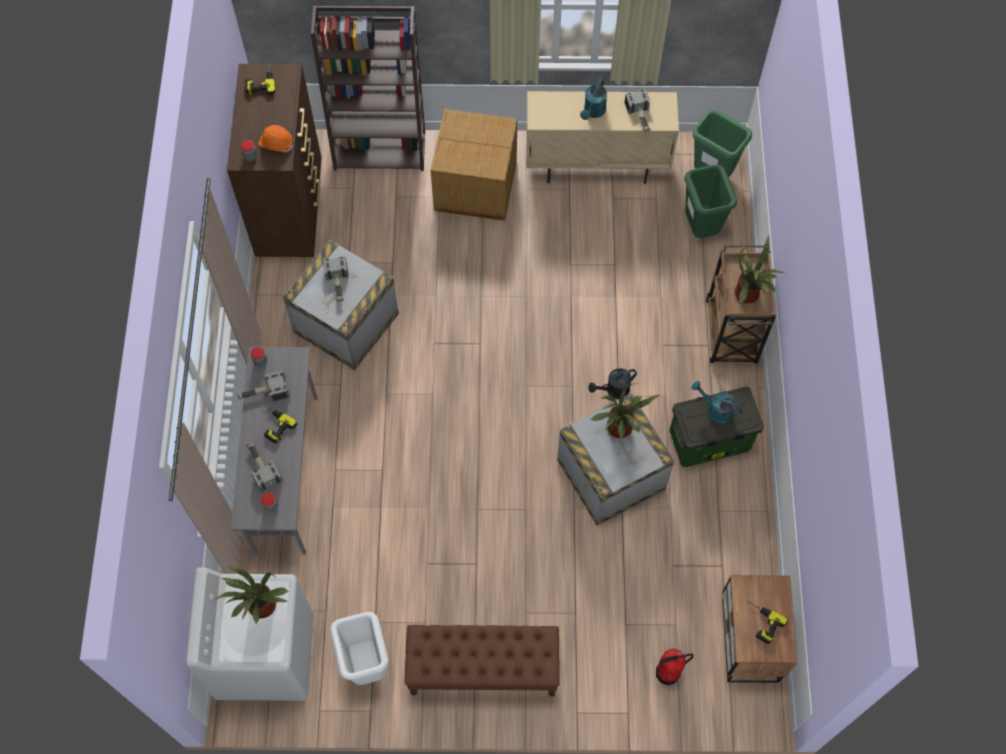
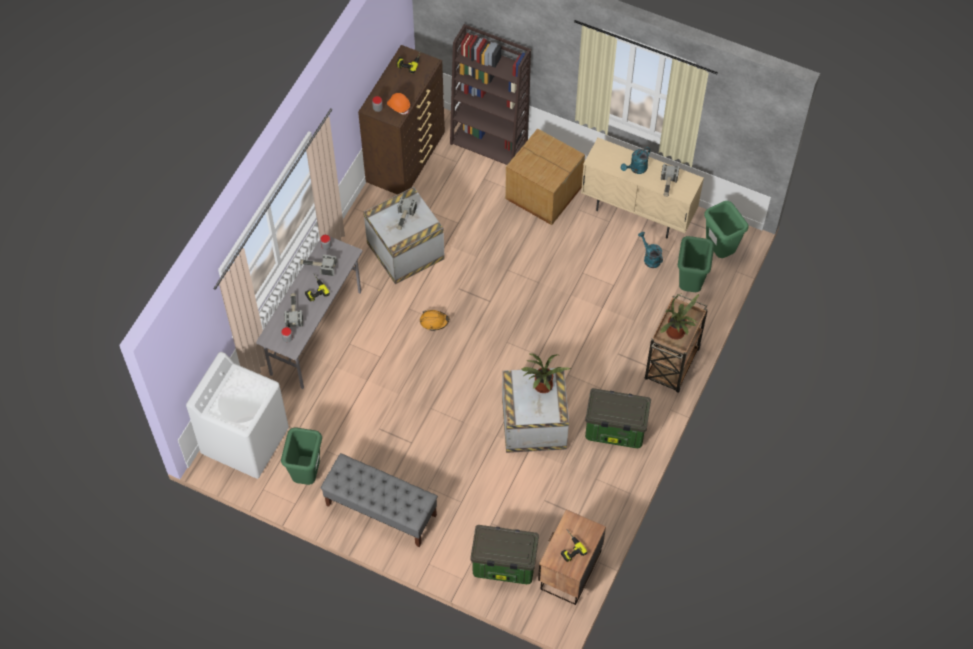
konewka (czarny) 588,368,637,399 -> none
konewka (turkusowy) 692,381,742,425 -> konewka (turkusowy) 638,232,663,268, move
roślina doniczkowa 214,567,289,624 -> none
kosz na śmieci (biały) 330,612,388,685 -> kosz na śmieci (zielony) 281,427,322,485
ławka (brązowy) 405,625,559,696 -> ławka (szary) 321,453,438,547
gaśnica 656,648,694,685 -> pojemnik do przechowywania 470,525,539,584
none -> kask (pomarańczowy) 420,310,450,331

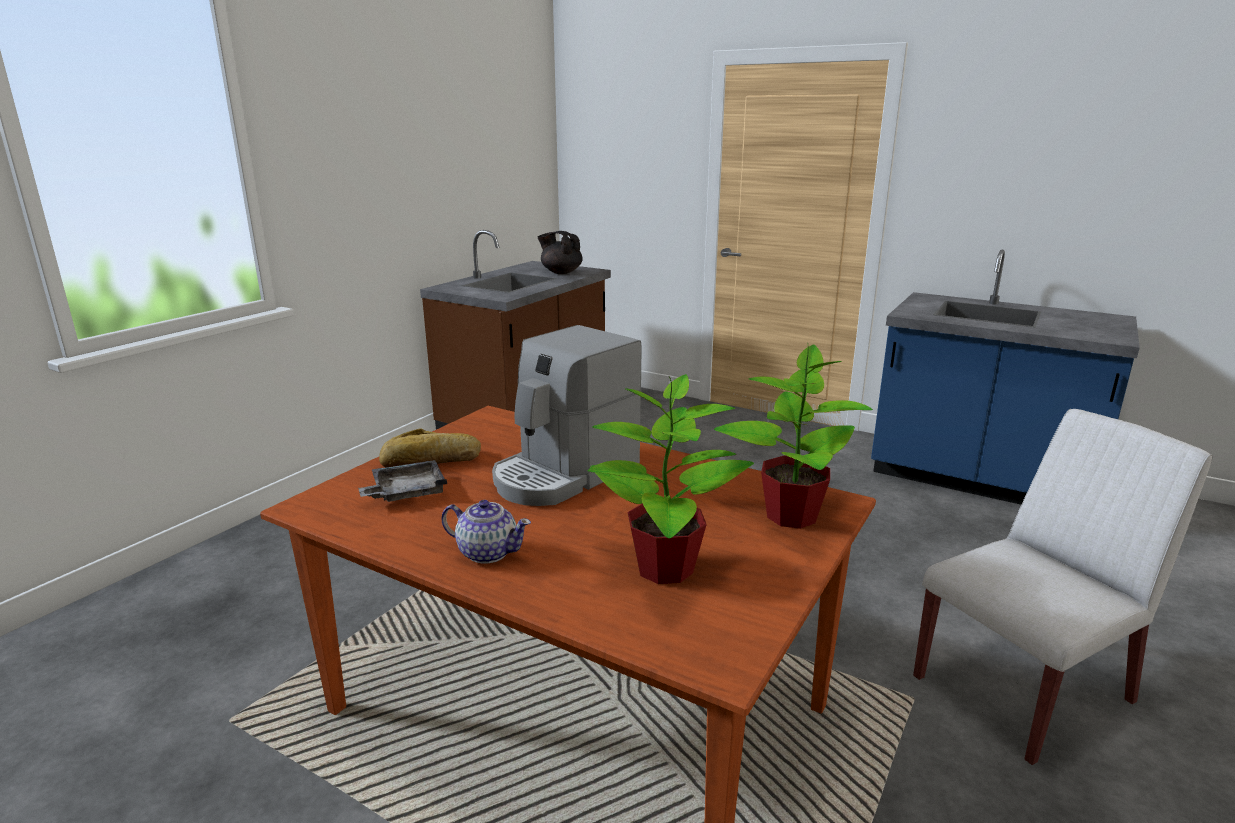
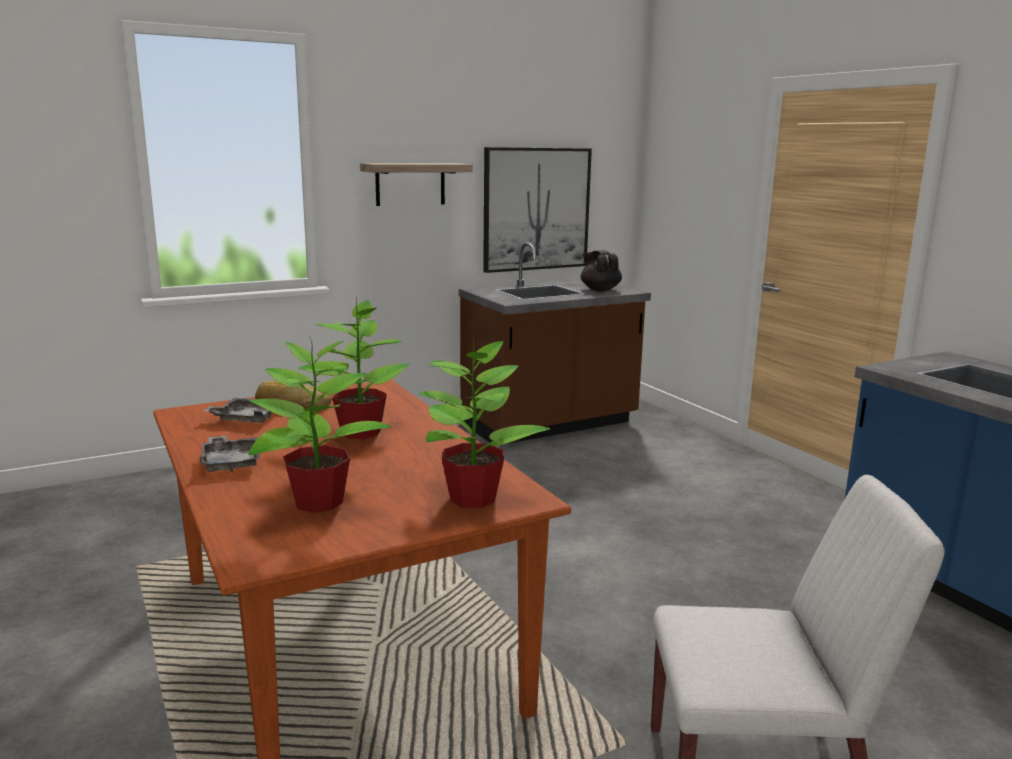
ekspres do kawy 492,325,642,506 -> roślina doniczkowa 298,298,410,439
imbryk 441,500,531,564 -> taca (szary) 199,436,260,472
none -> obraz 483,147,592,273
none -> półka 360,163,473,206

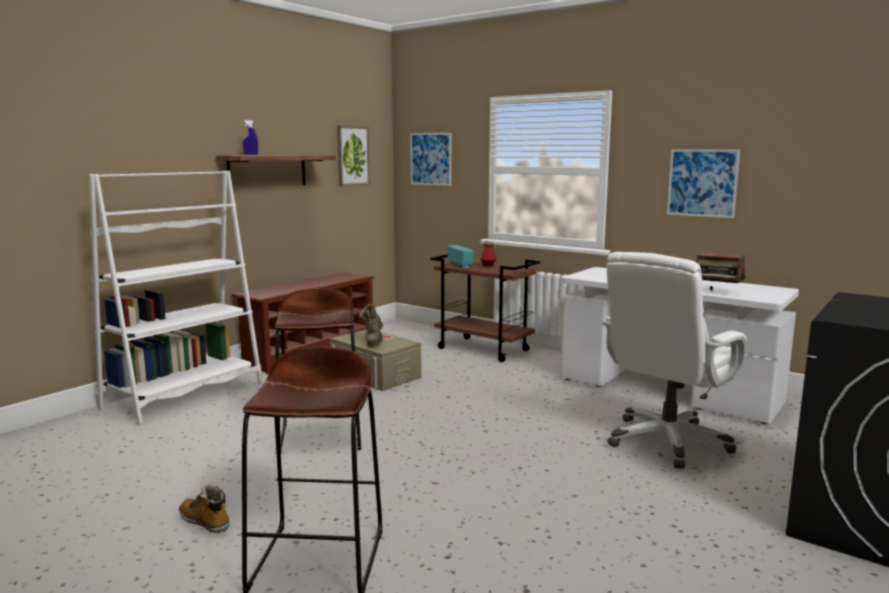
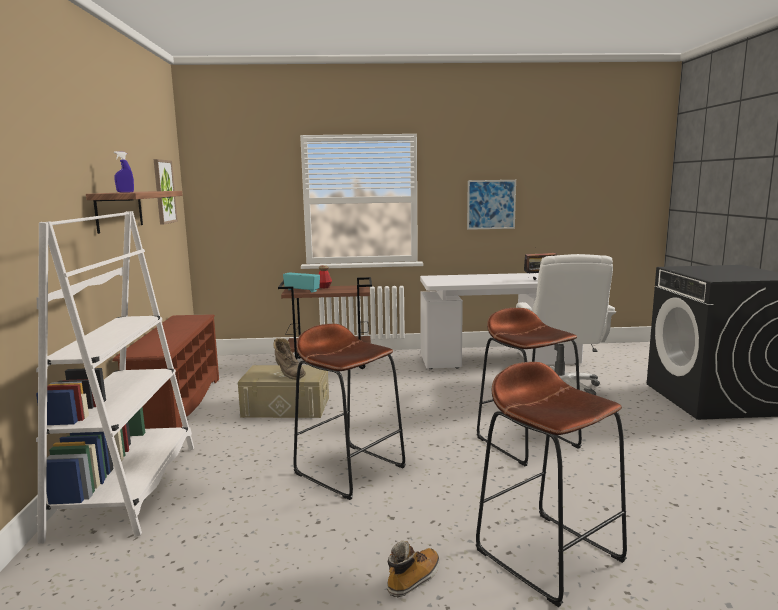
obraz 410,133,451,186 -> none
but z cholewką 179,484,230,533 -> but z cholewką 387,541,439,598, 135 degrees clockwise
none -> stołek (brązowy) 477,308,582,466

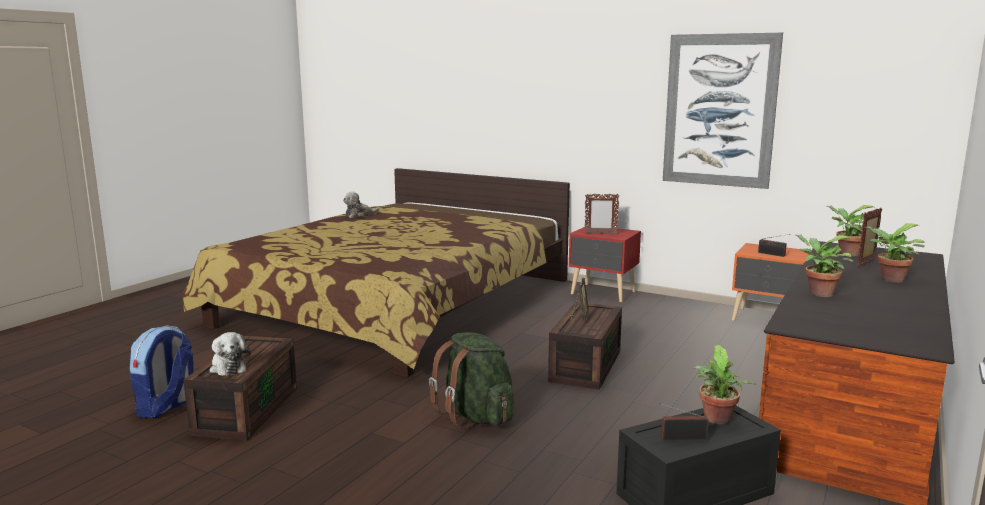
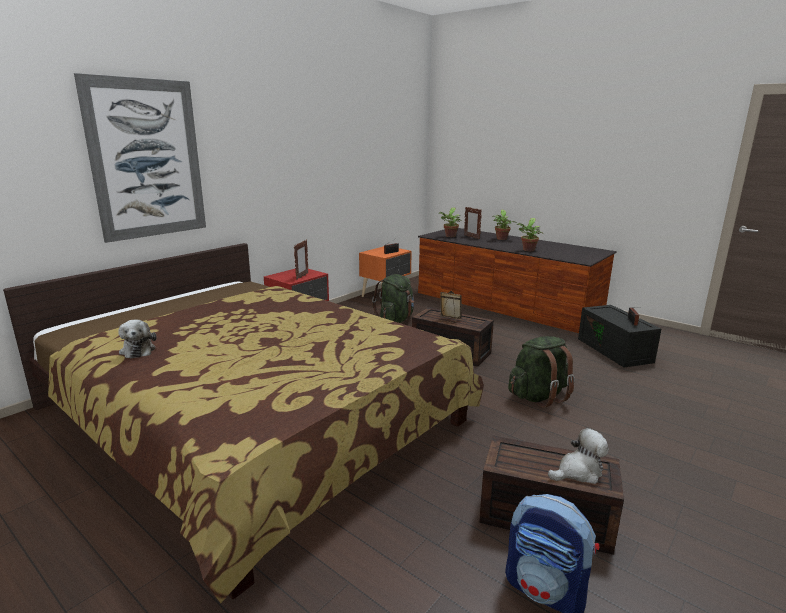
obraz 663,33,783,189 -> obraz 74,73,206,243, move
roślina doniczkowa 693,345,756,424 -> none
none -> plecak (zielony) 372,274,414,323

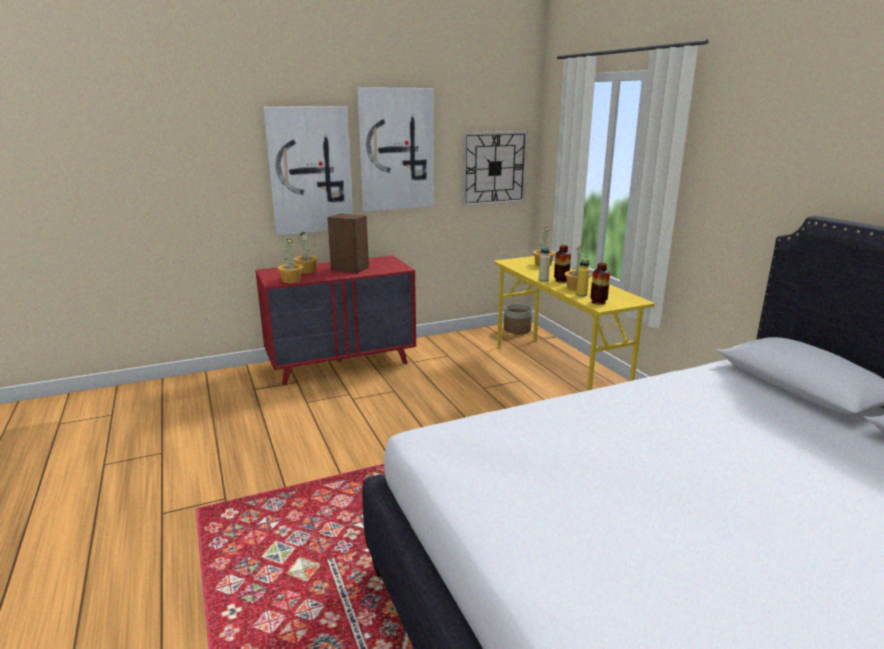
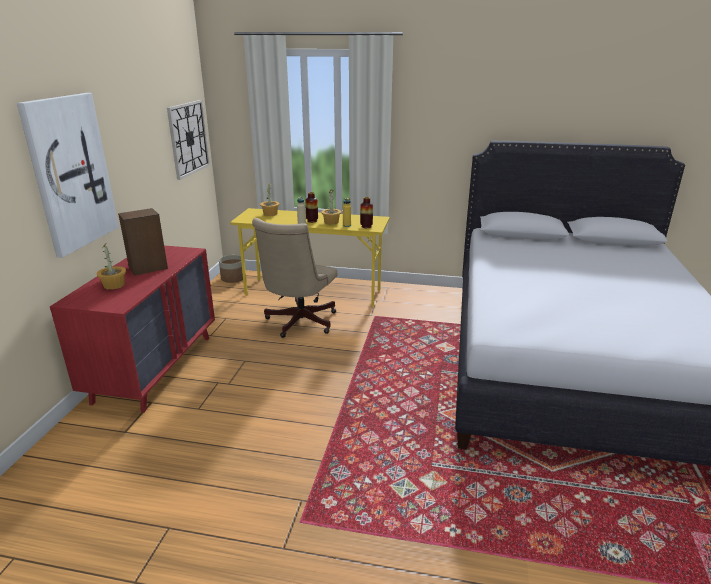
obraz 357,87,434,212 -> none
roślina doniczkowa 277,239,303,283 -> none
none -> krzesło biurowe (beżowy) 252,218,337,338

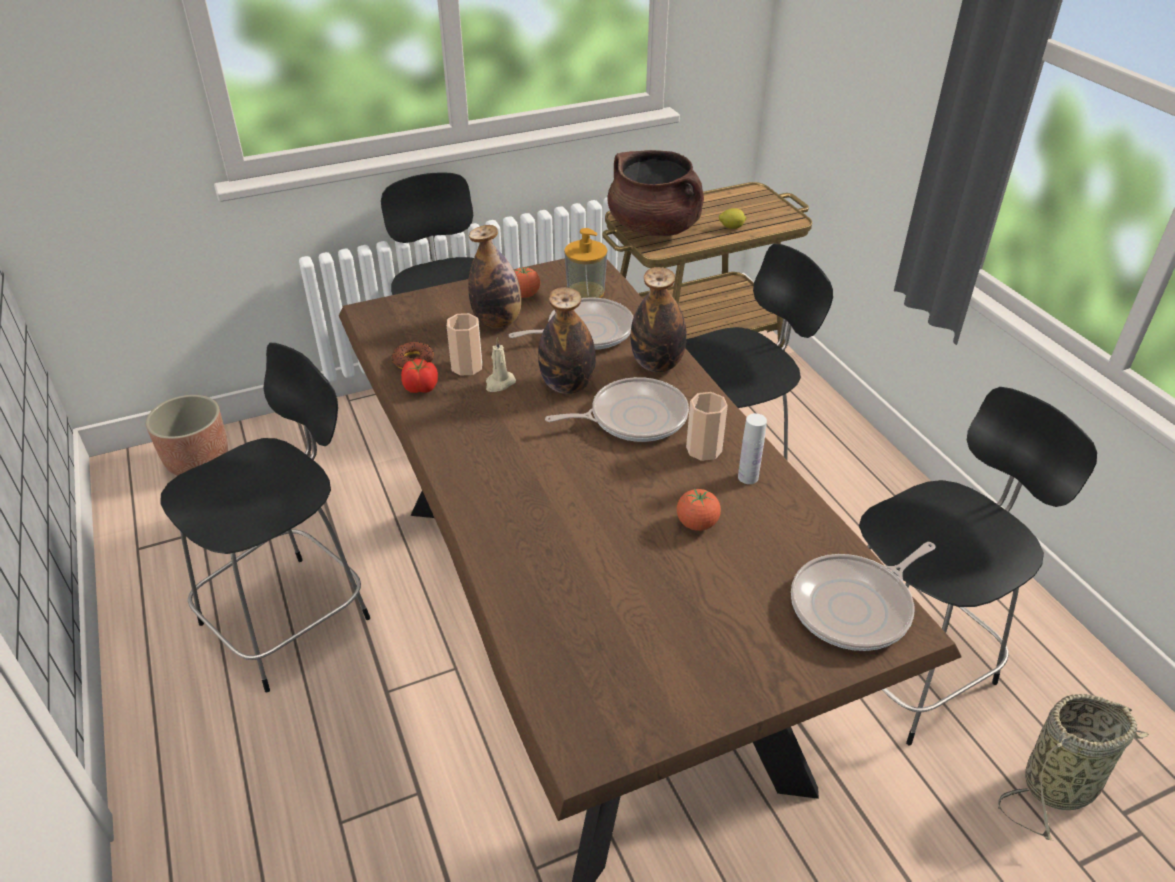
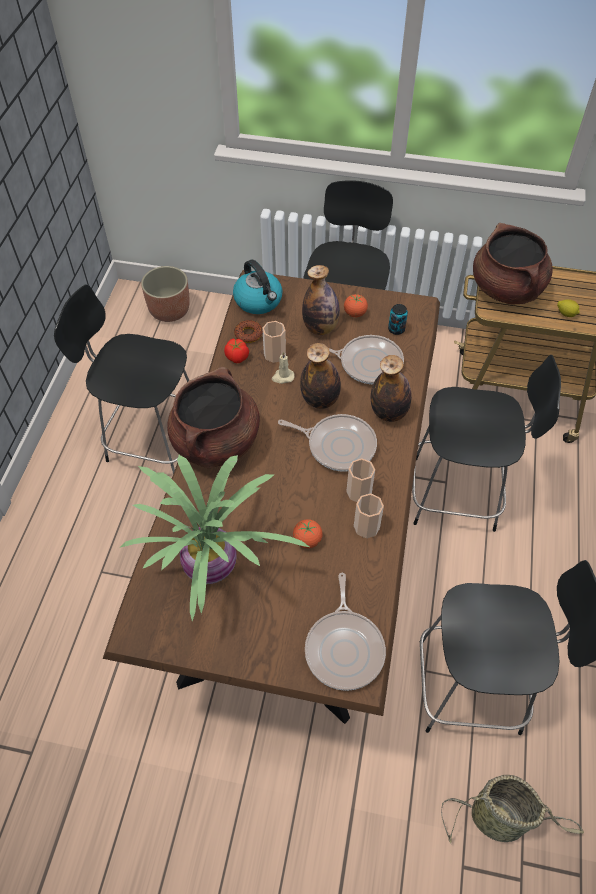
dozownik mydła 564,228,607,298 -> puszka 388,304,408,335
krzesło (czarny) 161,343,370,692 -> krzesło (czarny) 54,284,189,474, 150 degrees counterclockwise
butelka (biały) 738,413,767,484 -> filiżanka 354,493,384,538
patelnia 791,542,936,651 -> patelnia 305,573,386,691, 90 degrees counterclockwise
none -> czajnik 233,260,283,314
none -> garnek (brązowy) 167,367,260,468
none -> roślina doniczkowa 119,455,309,621

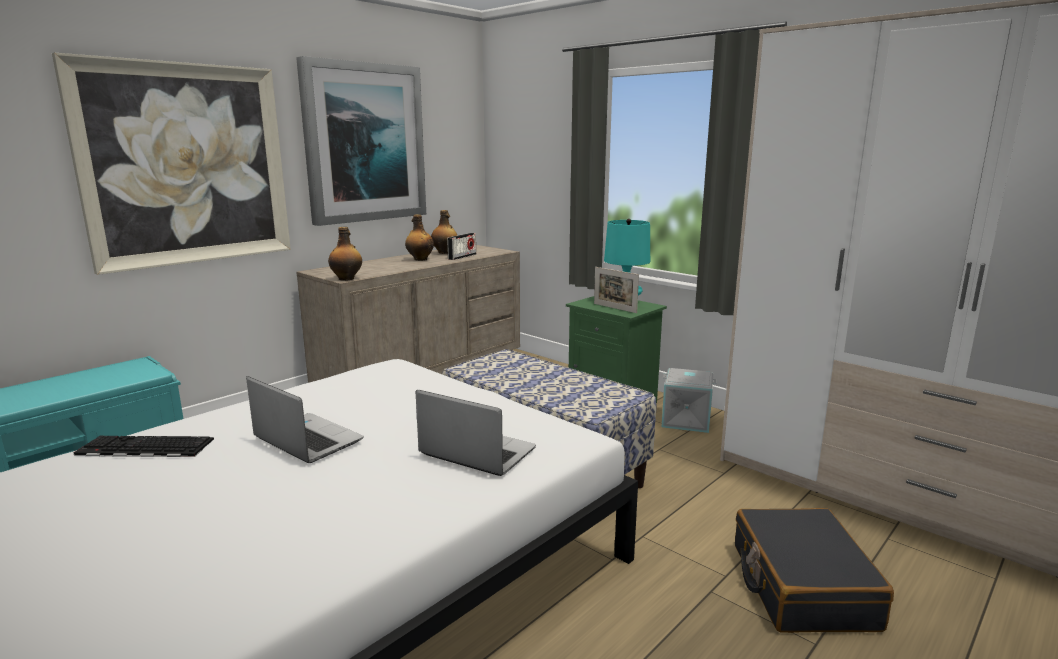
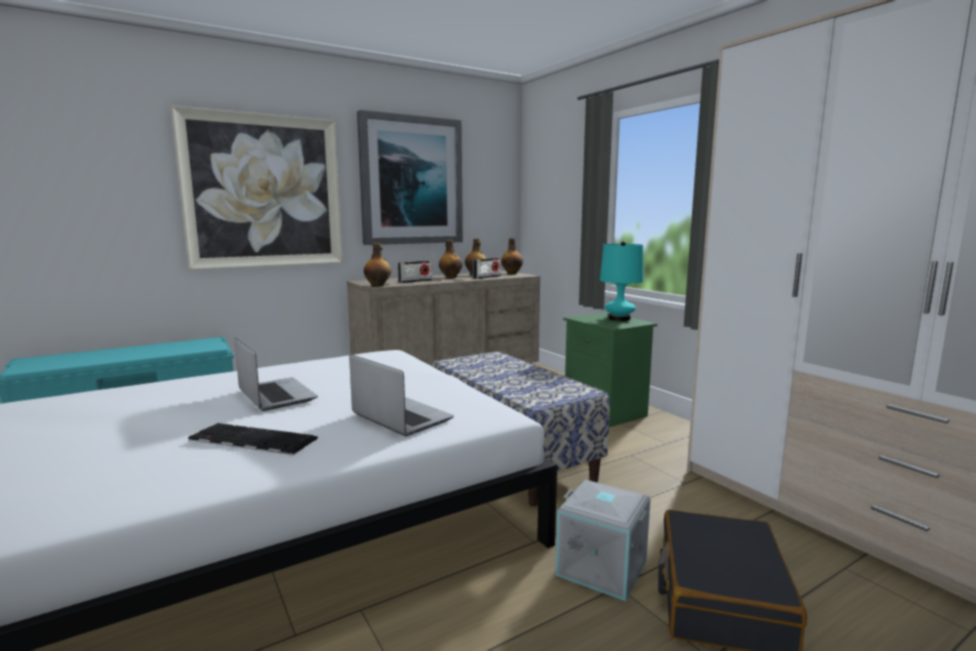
ramka na zdjęcie 594,267,639,313 -> none
pojemnik do przechowywania (szary) 662,368,716,433 -> pojemnik do przechowywania (szary) 555,480,651,601, move
klawiatura 74,436,214,457 -> klawiatura 188,423,318,455, move
none -> butelka 501,238,523,274
none -> radio 398,261,432,283

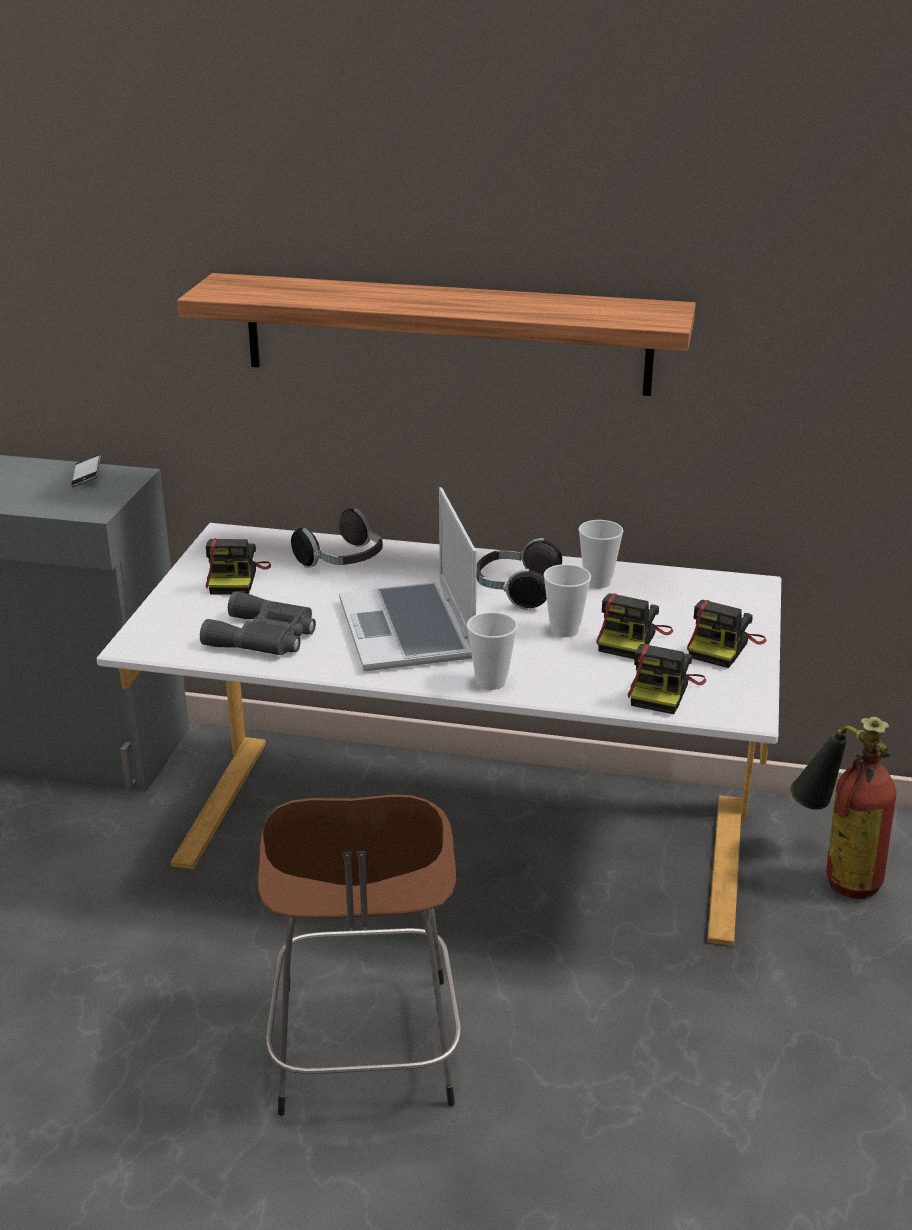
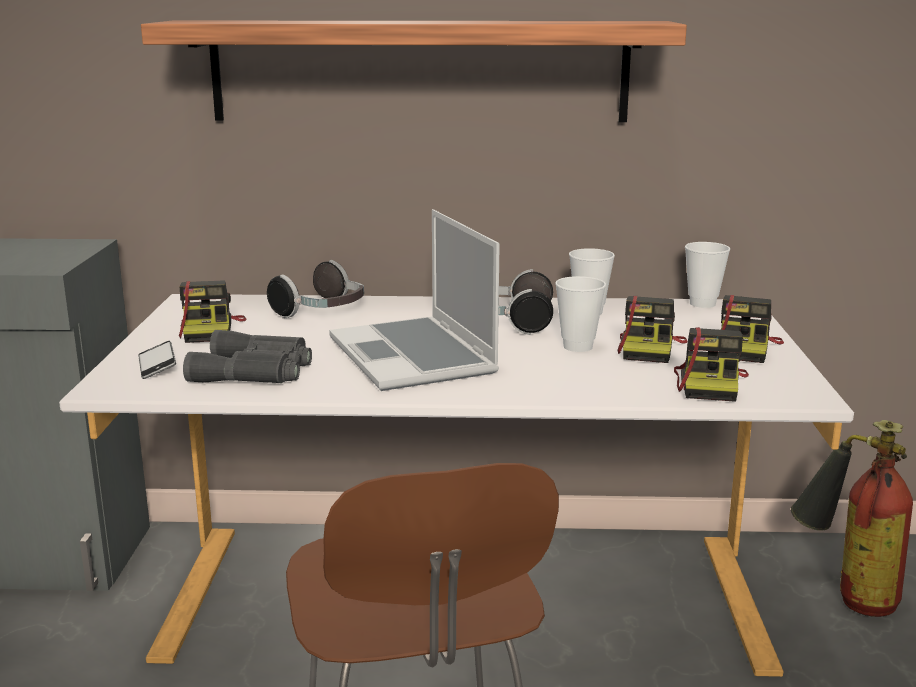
telefon 71,455,101,487 -> telefon 138,341,176,379, move
filiżanka 467,612,518,690 -> filiżanka 685,242,730,308, move

